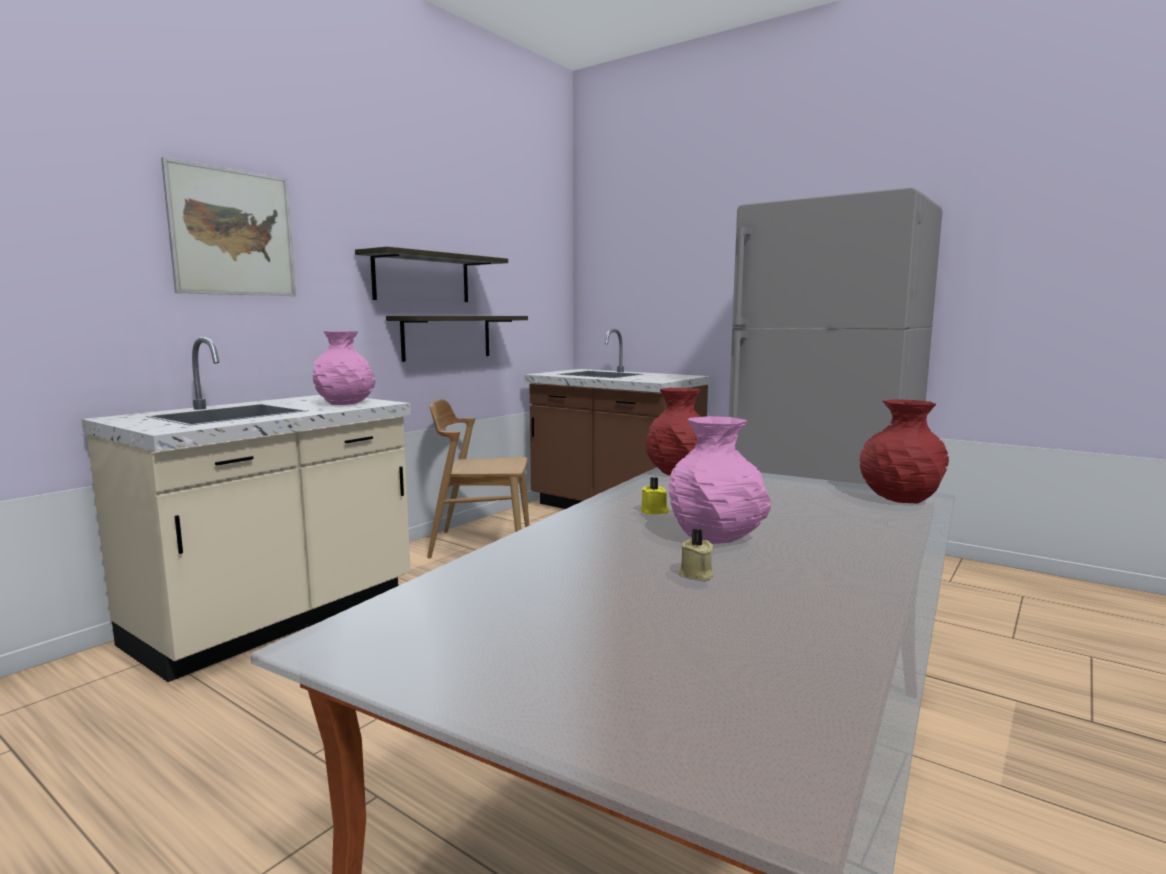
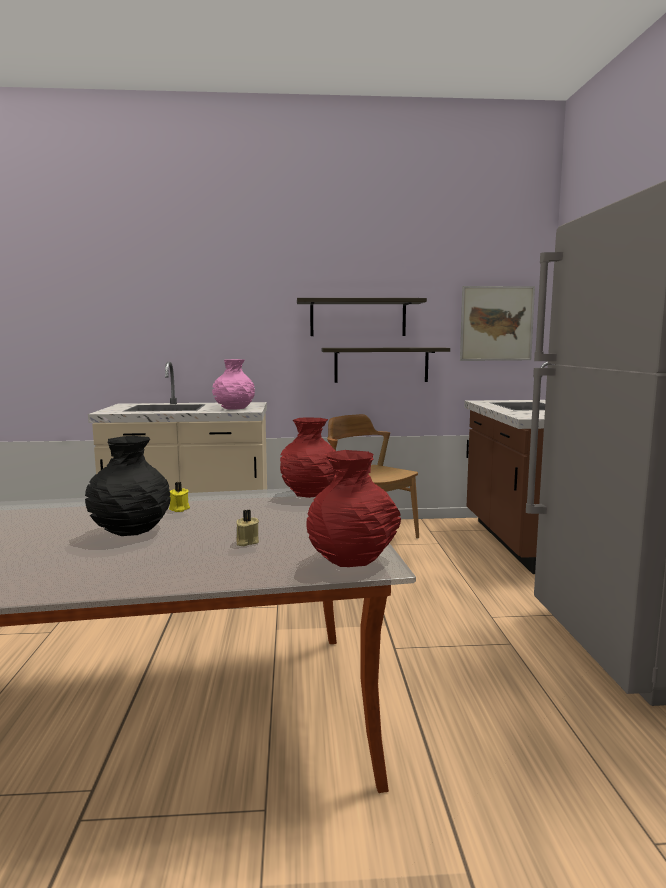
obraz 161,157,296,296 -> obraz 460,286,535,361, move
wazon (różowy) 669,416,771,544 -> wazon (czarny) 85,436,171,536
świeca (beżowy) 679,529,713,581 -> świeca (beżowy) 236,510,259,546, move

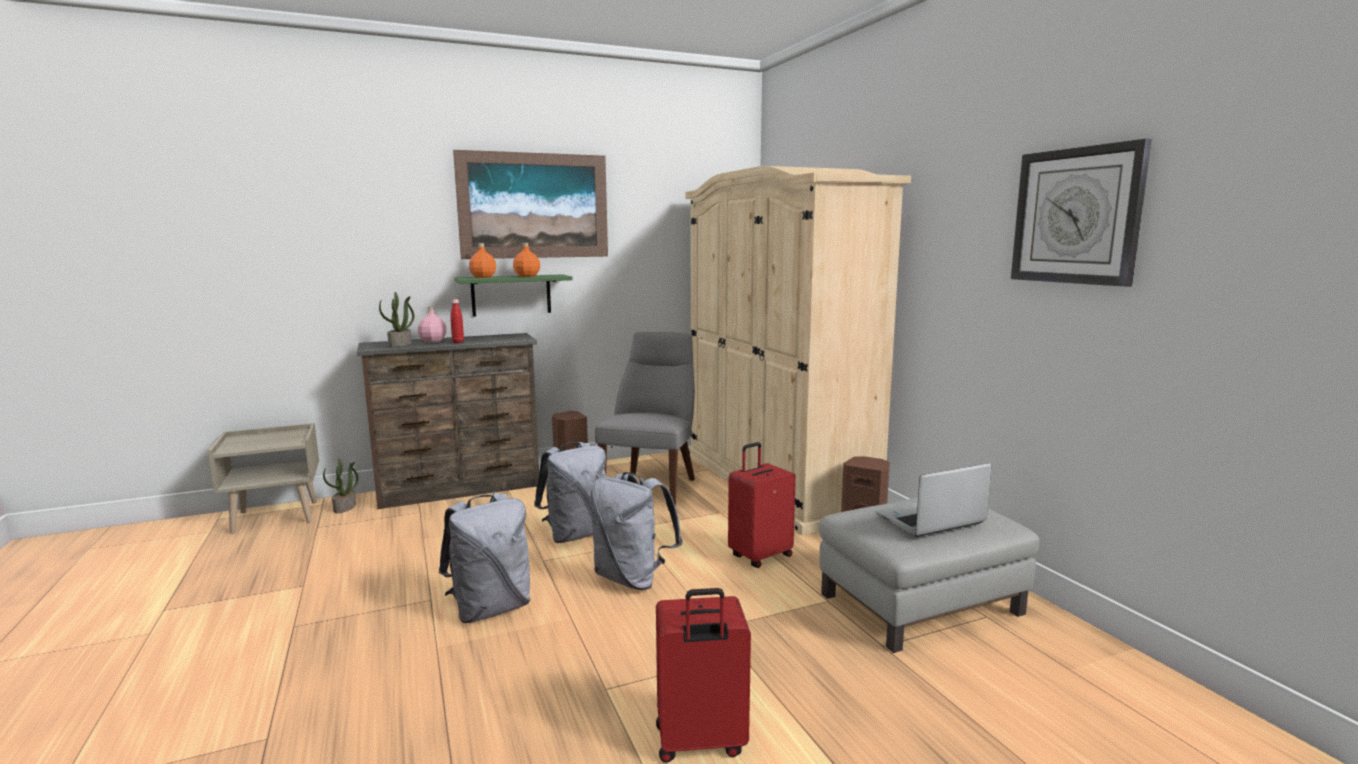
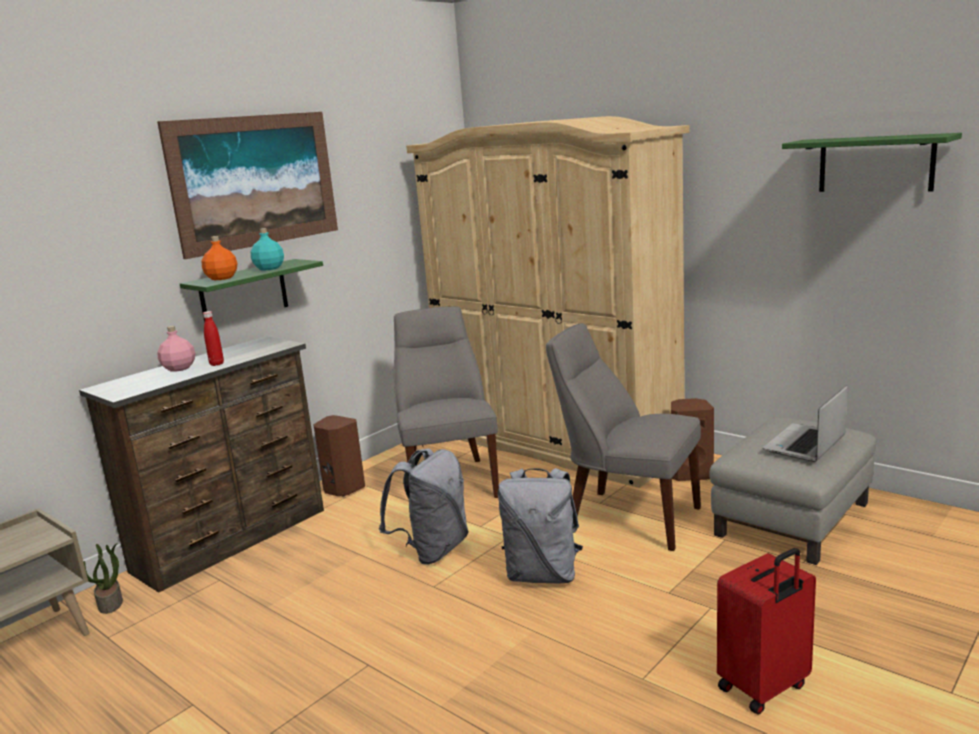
zegar ścienny 1011,139,1152,287 -> półka (zielony) 782,133,962,192
butelka (pomarańczowy) 513,243,540,277 -> butelka (turkusowy) 251,228,284,271
roślina doniczkowa 379,292,414,347 -> none
walizka (czerwony) 728,442,796,568 -> krzesło (szary) 546,323,701,551
plecak (szary) 439,493,531,623 -> none

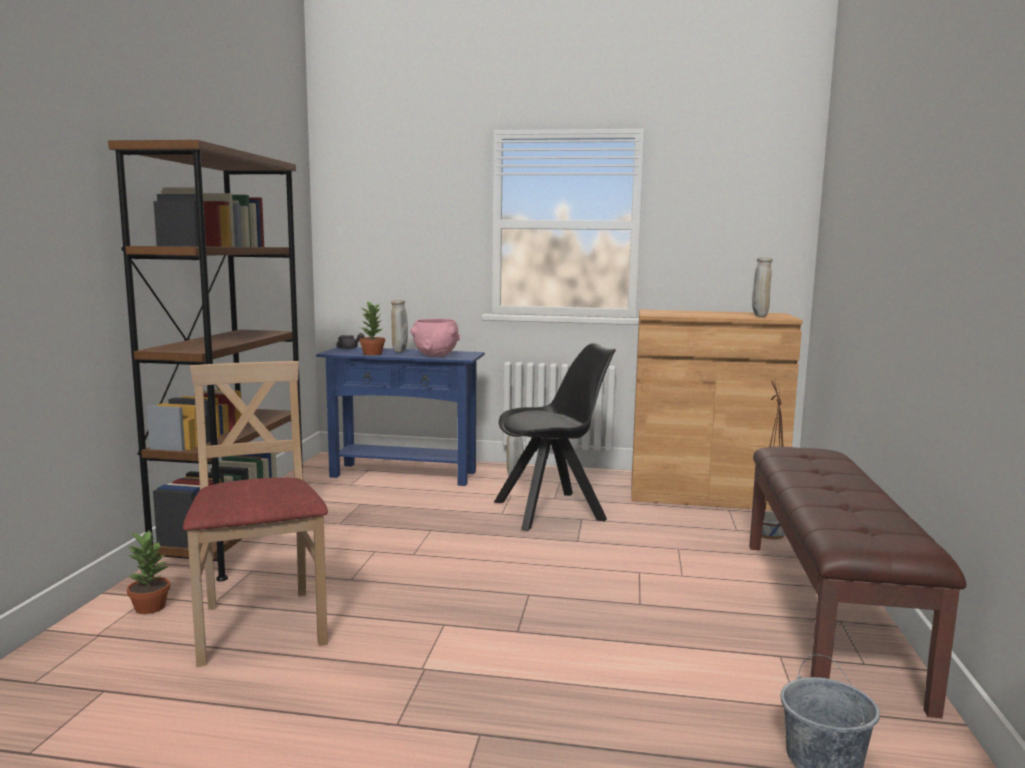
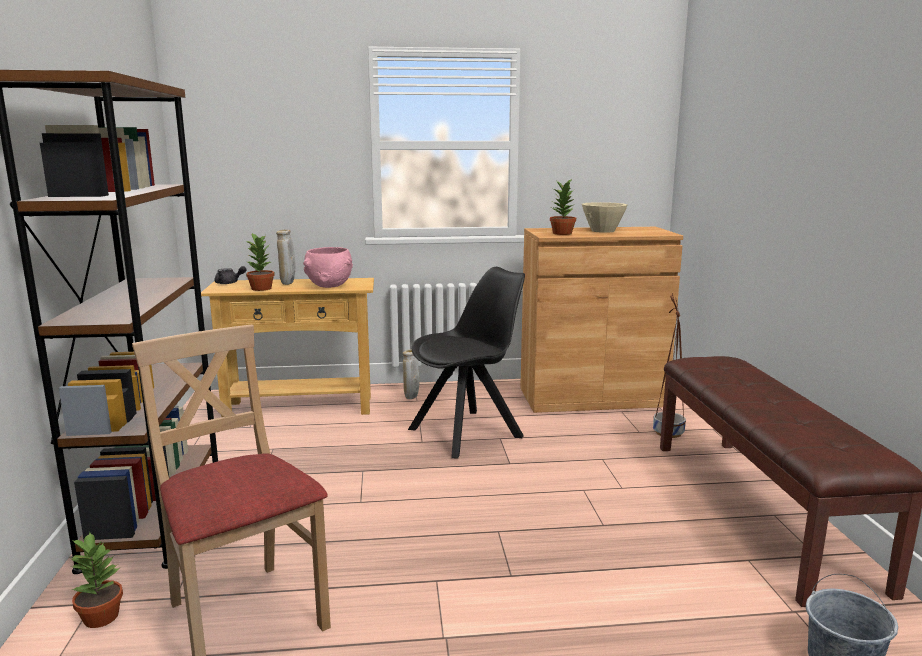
wazon (beżowy) 752,258,773,317 -> none
stolik konsolowy (niebieski) 316,347,485,486 -> stolik konsolowy (beżowy) 201,278,374,417
none -> roślina doniczkowa 550,178,576,235
none -> miska (beżowy) 582,202,627,233

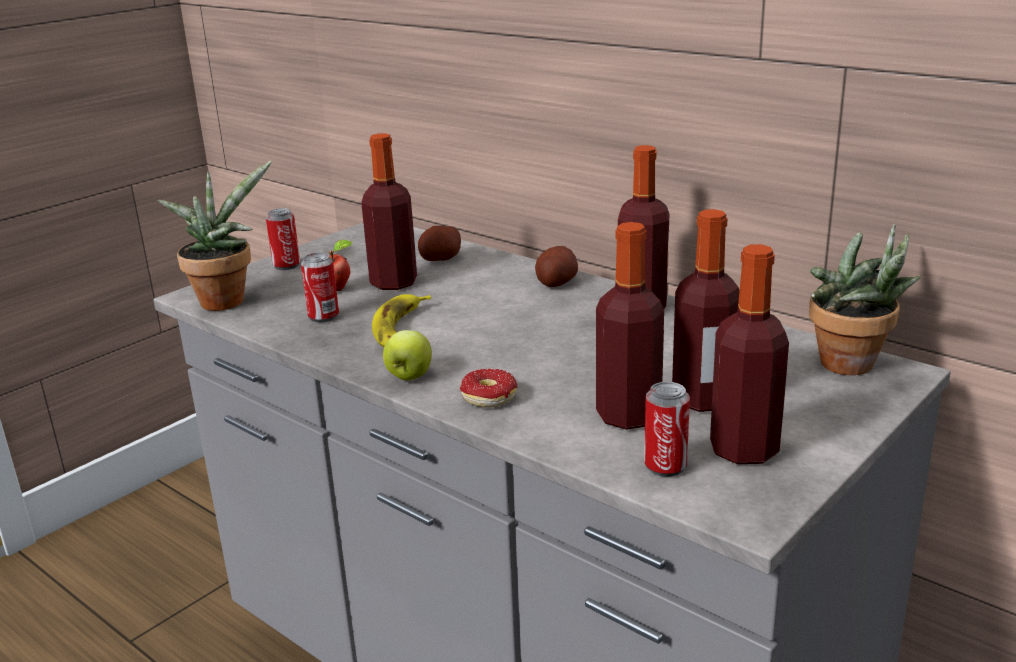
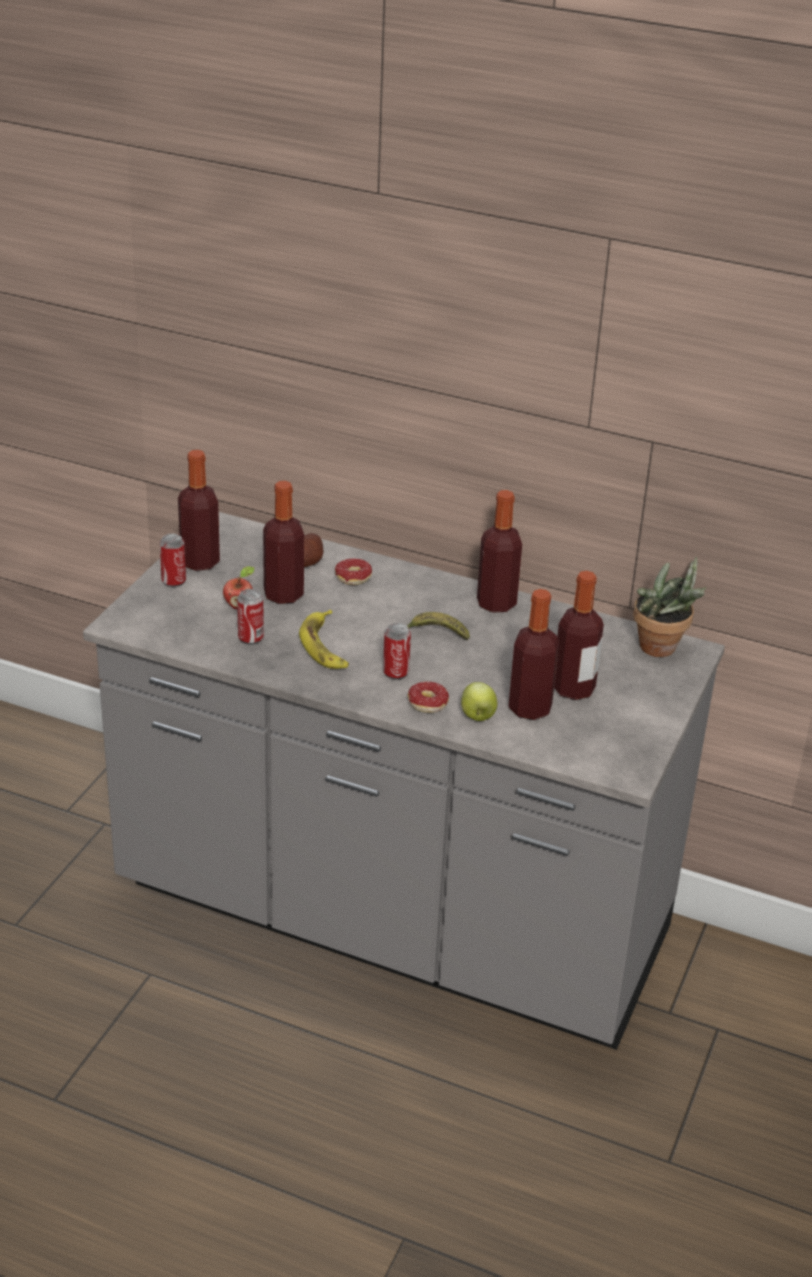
roślina doniczkowa 158,161,272,311 -> none
butelka 710,244,789,464 -> butelka 178,450,220,571, move
ziemniak 535,246,578,287 -> none
jabłko 383,330,432,380 -> jabłko 461,682,497,721, move
puszka 644,382,690,477 -> puszka 383,623,411,680, move
none -> donut 335,558,372,585
none -> banan 407,612,470,640

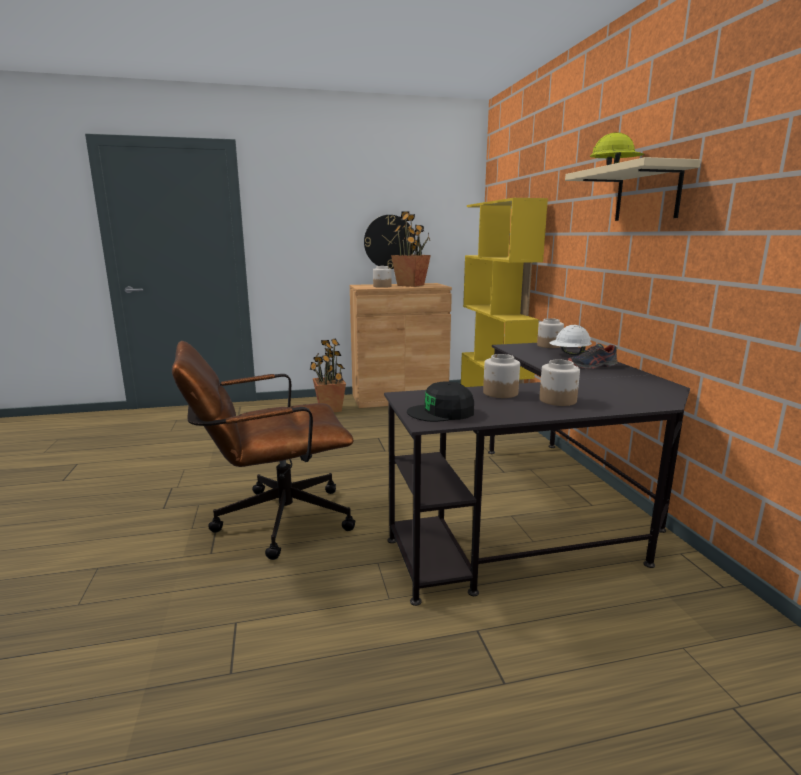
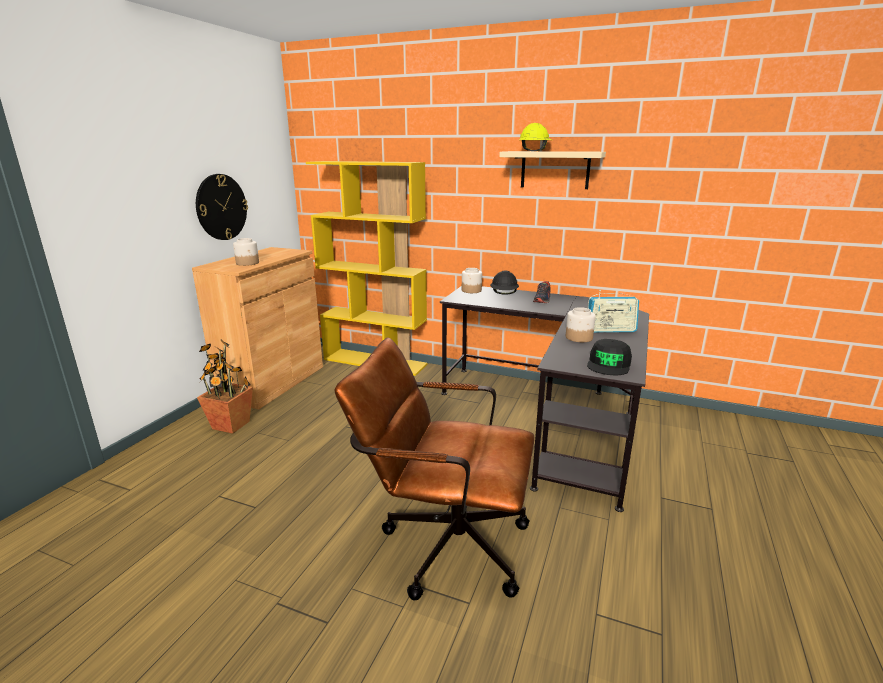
roślina doniczkowa 391,211,431,287 -> none
kask (biały) 550,325,592,355 -> kask (czarny) 490,270,519,295
krzesło biurowe (brązowy) 172,341,355,560 -> krzesło biurowe (brązowy) 335,337,535,600, 90 degrees clockwise
słoik 539,360,580,406 -> radio 588,290,639,332

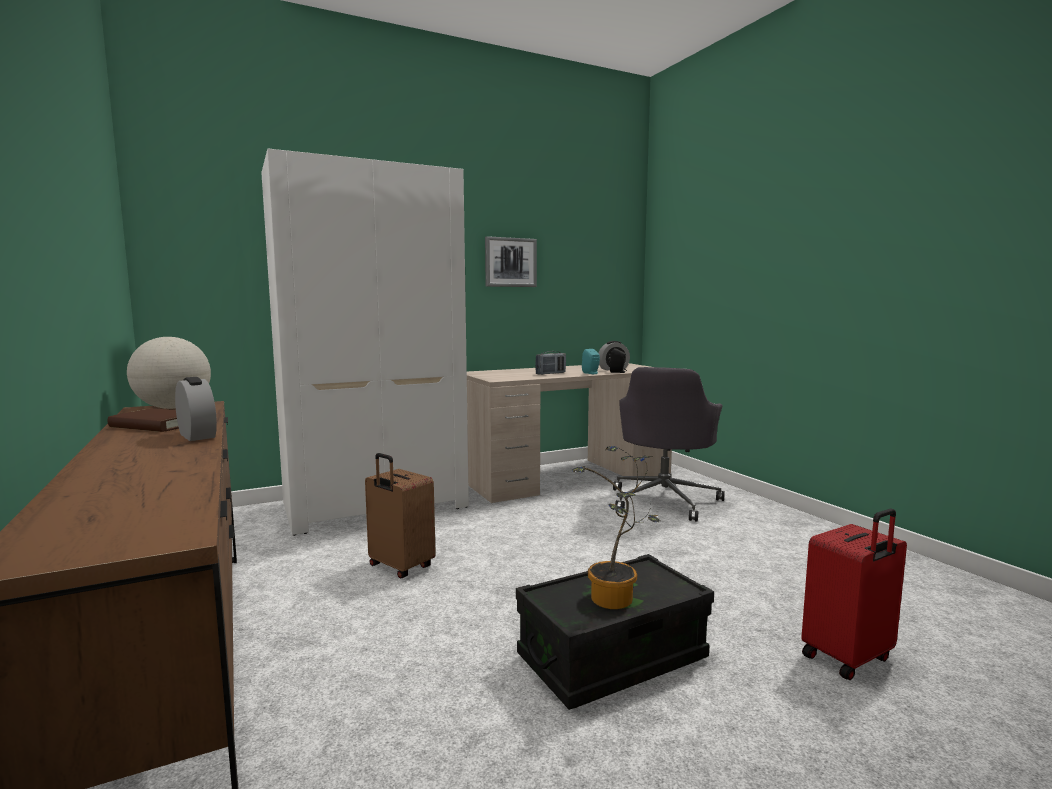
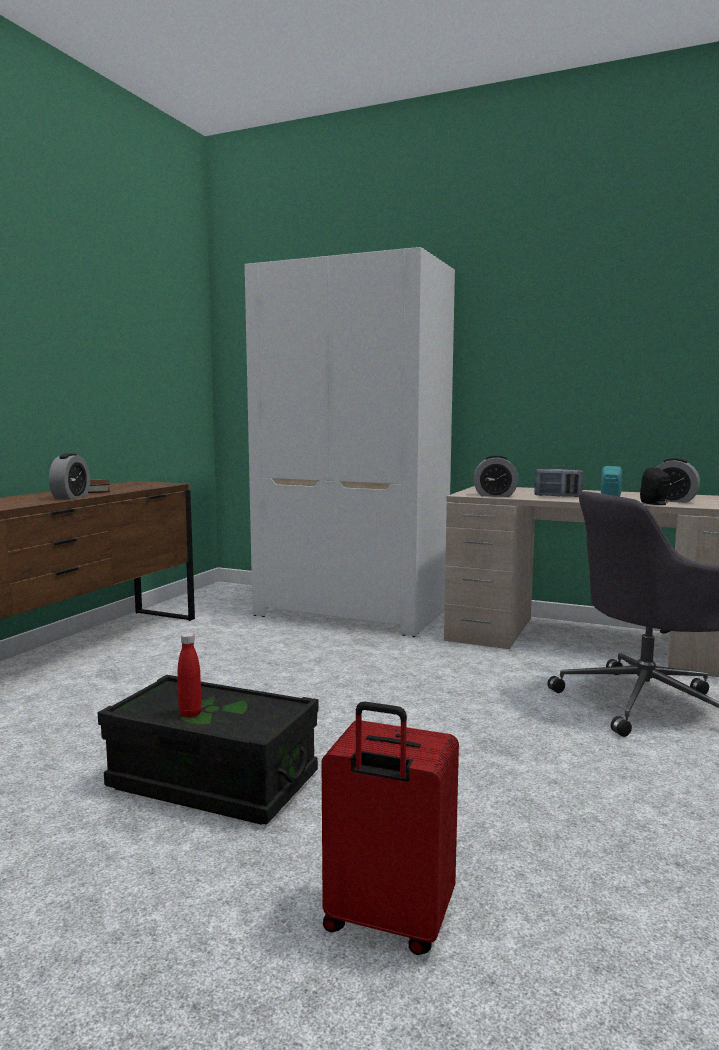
obraz 485,236,537,287 -> none
globus 127,337,211,409 -> none
roślina doniczkowa 572,446,661,609 -> butelka (czerwony) 178,633,202,718
walizka (brązowy) 365,453,436,579 -> none
none -> budzik 474,455,518,497

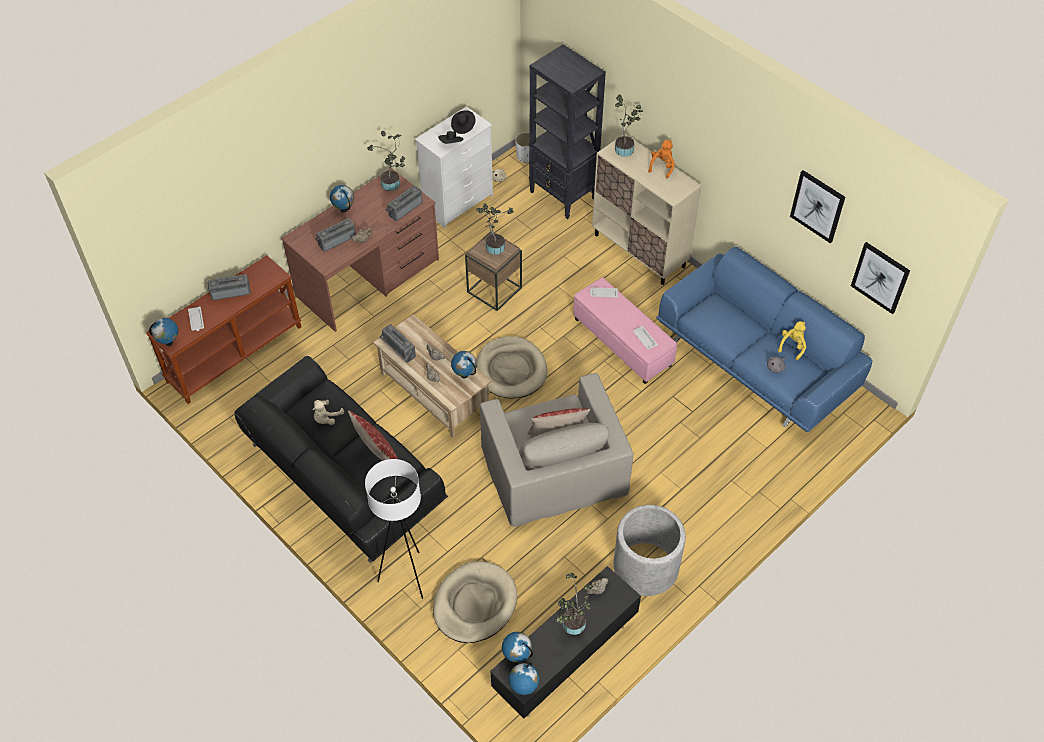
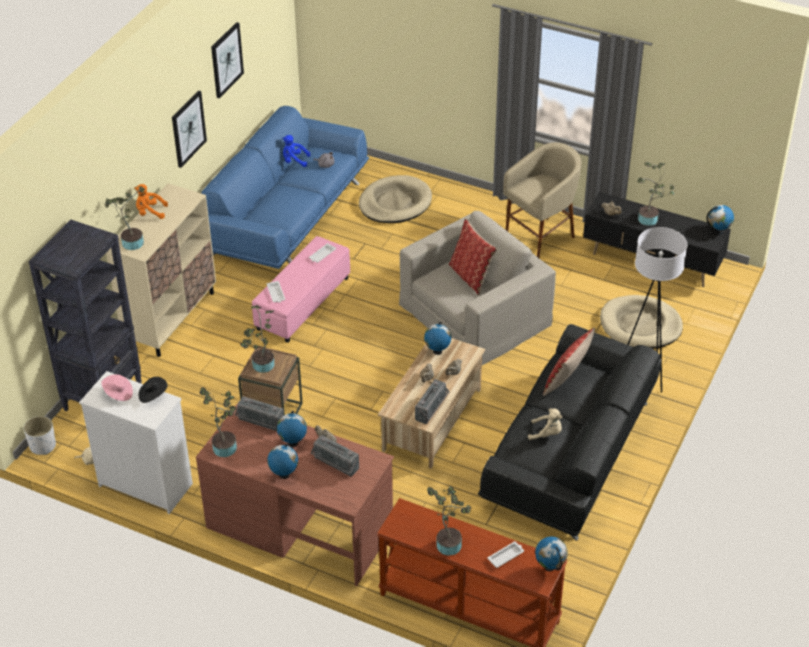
kapelusz (czarny) 451,110,475,134 -> kapelusz (różowy) 101,374,133,401
obraz 851,242,910,314 -> obraz 172,90,207,168, move
radio 207,274,251,300 -> roślina doniczkowa 427,486,471,556
pluszak (żółty) 778,321,806,360 -> pluszak (niebieski) 282,135,310,167
legowisko (beżowy) 477,336,548,399 -> legowisko (beżowy) 359,175,432,223, move
donica (szary) 613,505,686,596 -> stołek (beżowy) 503,142,582,258
globus 502,632,533,663 -> globus 277,411,307,447, move

